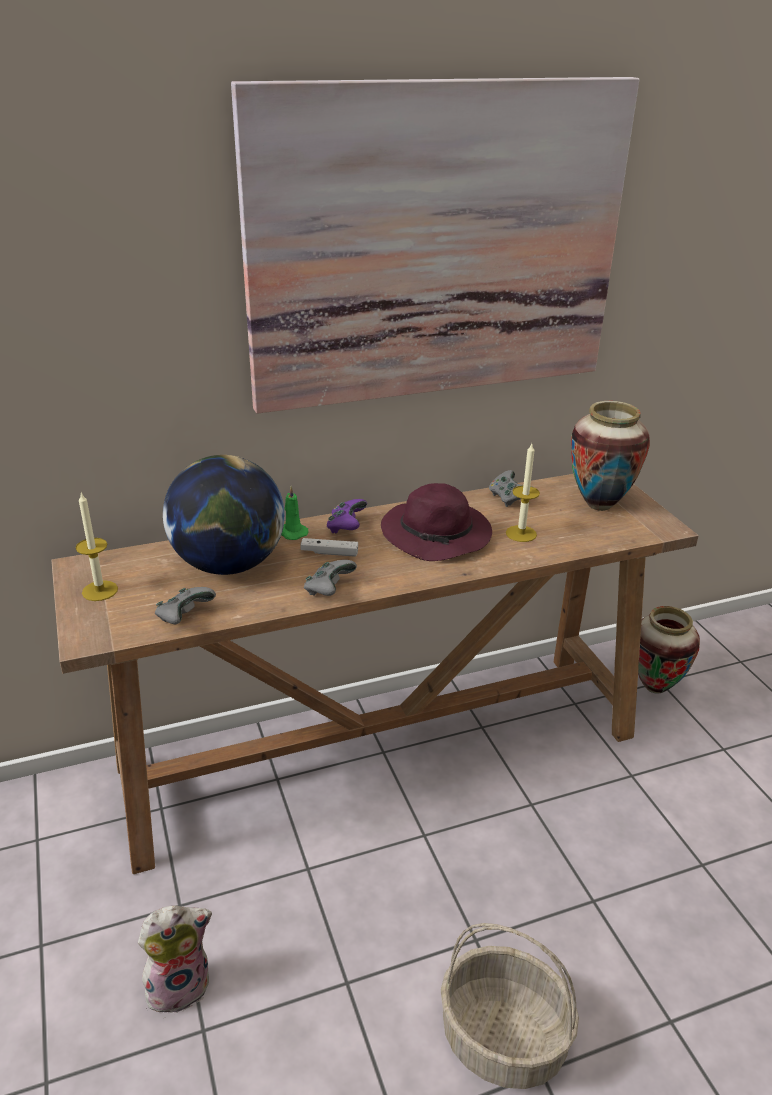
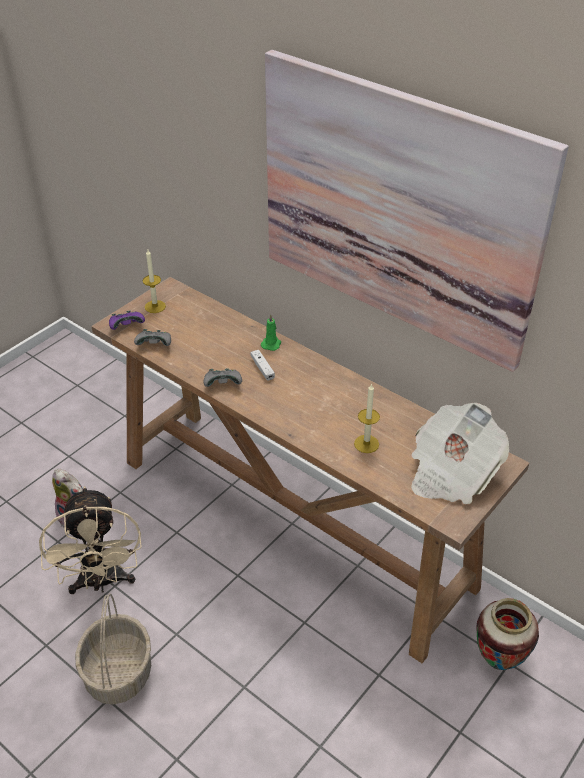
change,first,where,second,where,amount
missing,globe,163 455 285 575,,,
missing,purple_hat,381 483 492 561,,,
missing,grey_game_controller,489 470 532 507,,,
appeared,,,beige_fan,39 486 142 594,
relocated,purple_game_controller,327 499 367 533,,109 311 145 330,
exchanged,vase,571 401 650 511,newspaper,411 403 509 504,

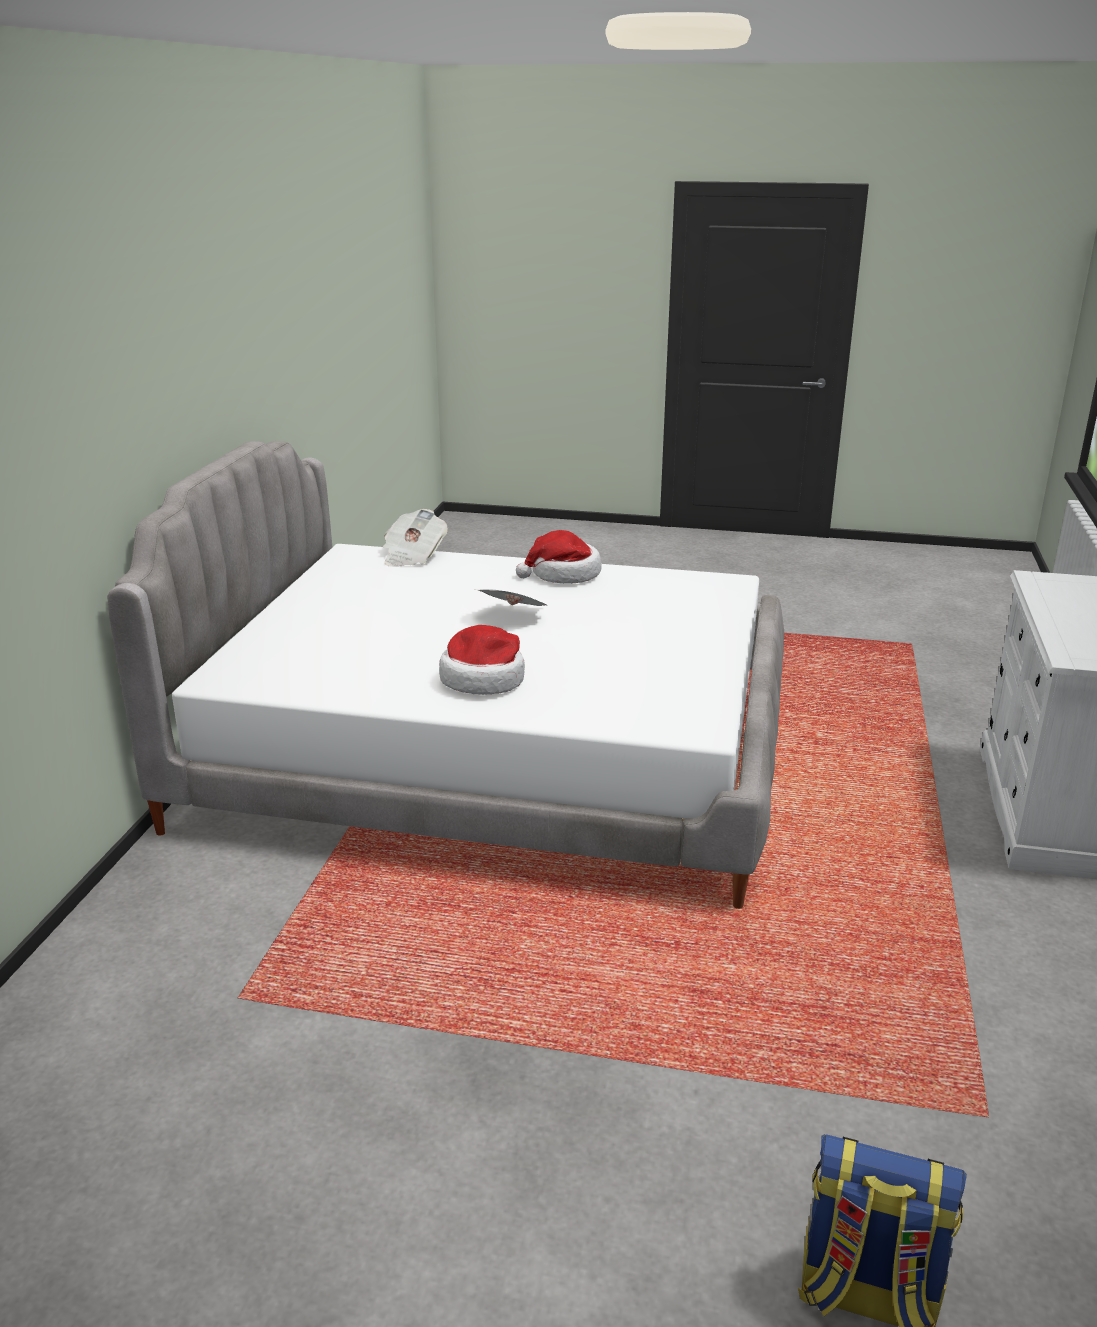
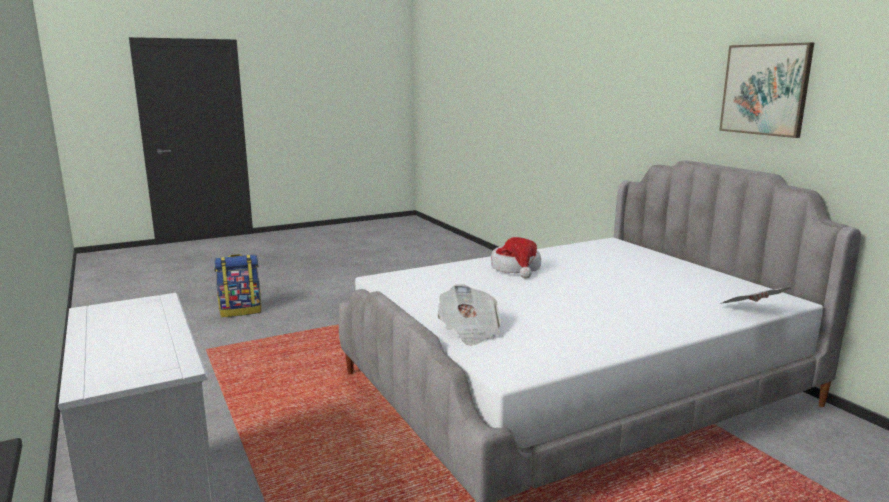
change,first,where,second,where,amount
missing,hat,516 530 602 584,,,
appeared,,,picture,719 42 814 138,
relocated,newspaper,474 589 547 606,,438 284 501 346,

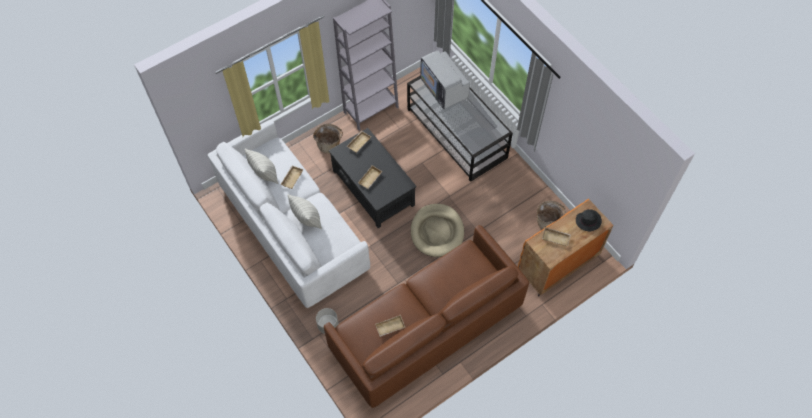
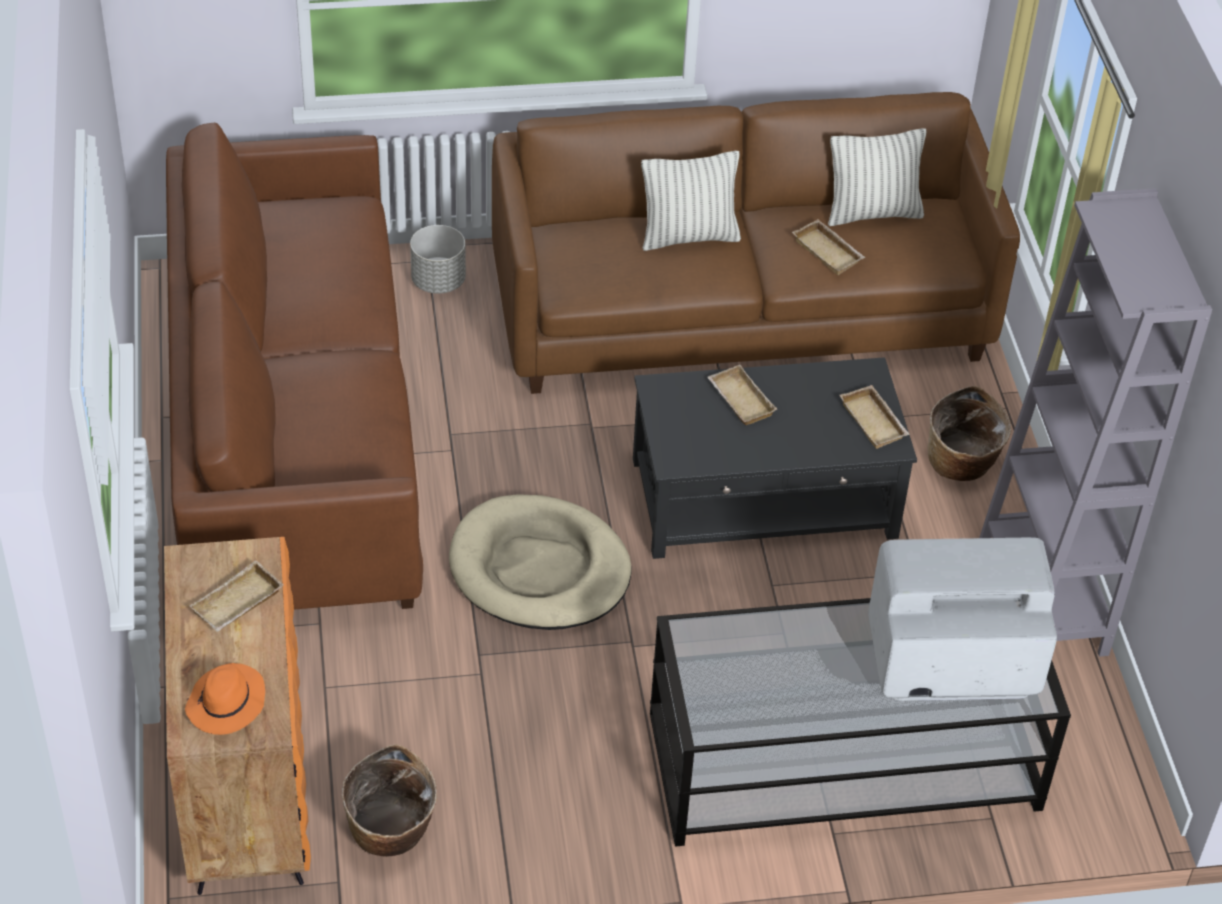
change,first,where,second,where,amount
missing,beige_tray,375 315 405 337,,,
colour,white_sofa,208 120 370 308,brown_sofa,492 92 1020 394,
colour,black_hat,576 209 602 231,orange_hat,185 663 265 735,

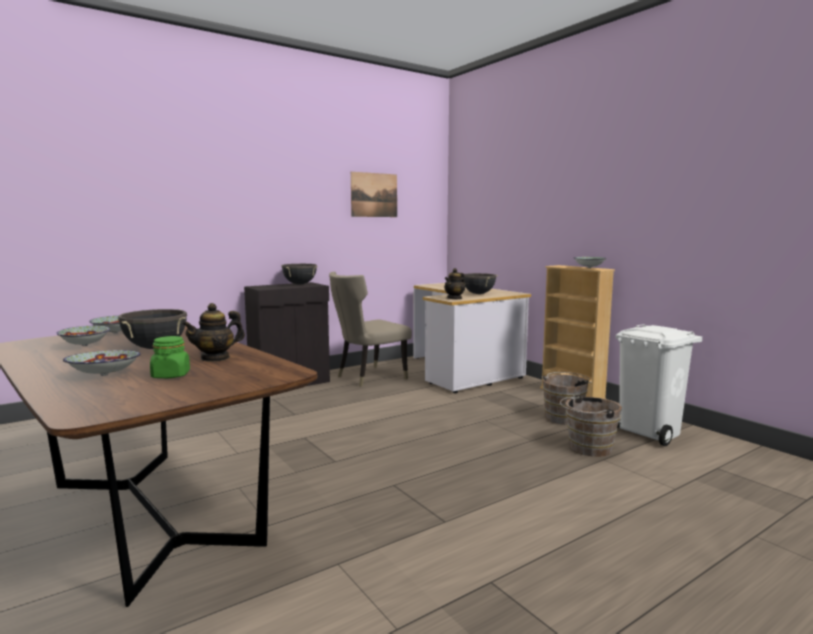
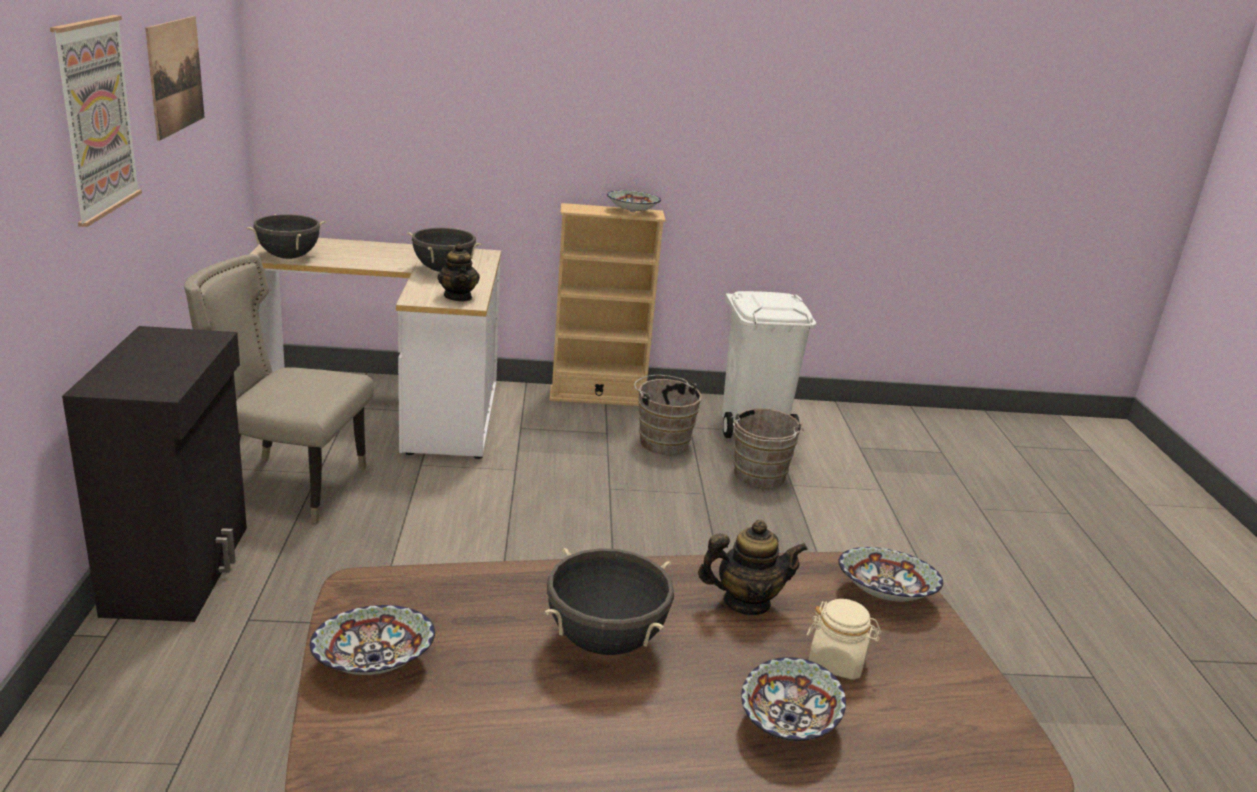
change,first,where,second,where,amount
appeared,,,picture,50 15 142 227,
relocated,bowl,57 326 110 346,,838 547 943 602,
relocated,black_cooking_pot,281 264 318 284,,246 214 326 259,
colour,green_jar,150 336 190 378,beige_jar,807 599 881 680,
spun,teapot,181 303 245 362,,698 520 808 615,90 degrees counterclockwise
spun,beige_chair,329 271 412 386,,184 254 374 525,105 degrees clockwise

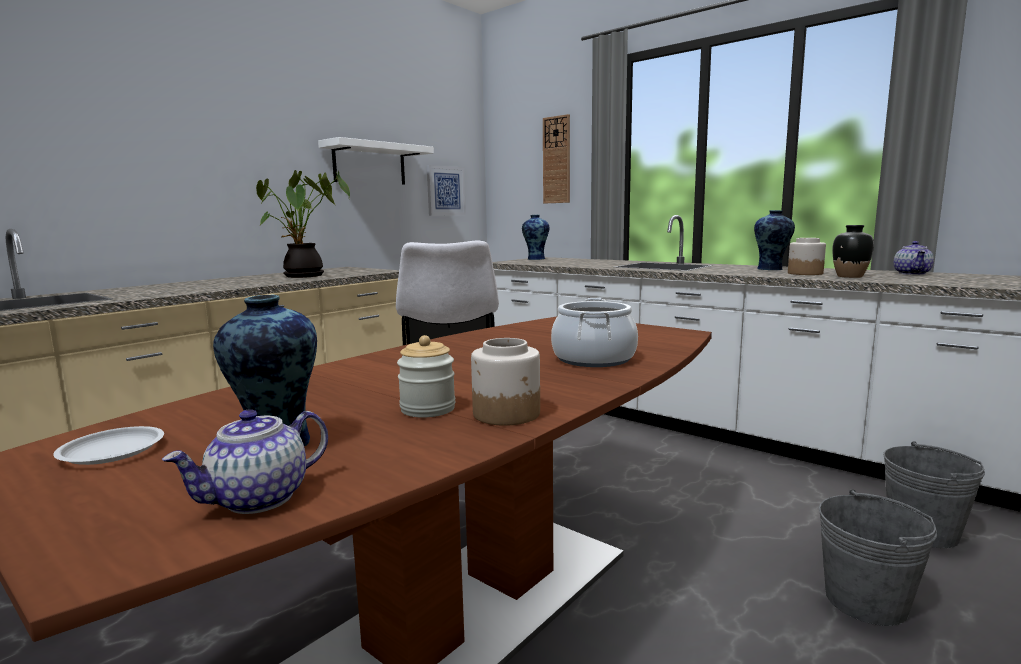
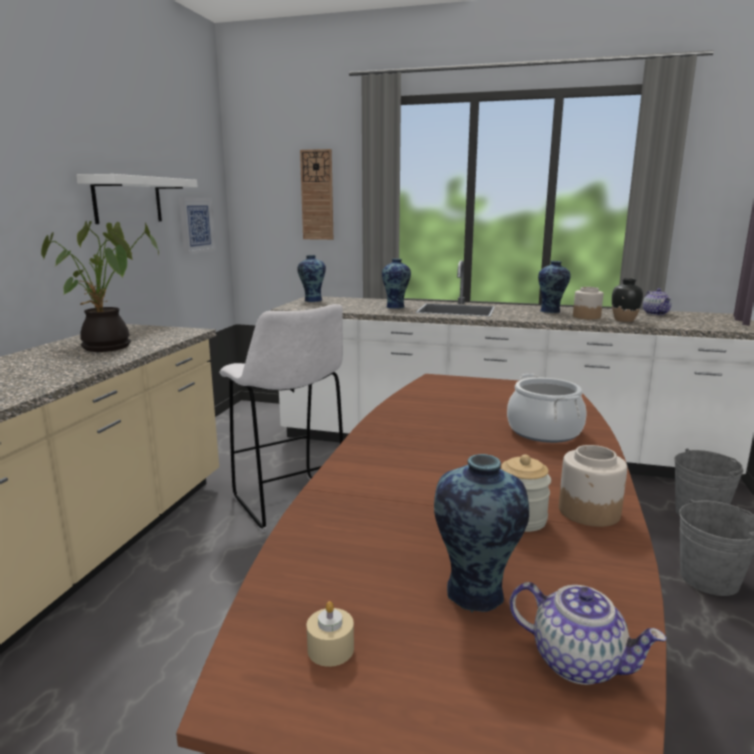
change,first,where,second,where,amount
appeared,,,vase,382 259 411 309,
exchanged,white_plate,53 426 164 465,beige_candle,307 601 354 667,
spun,teapot,162 409 328 514,,510 582 666 685,75 degrees counterclockwise

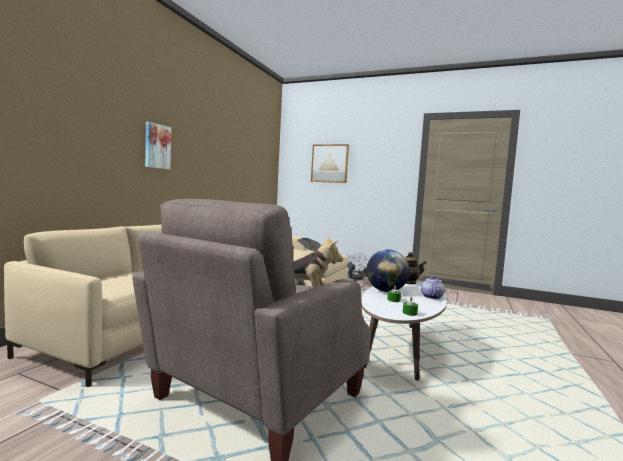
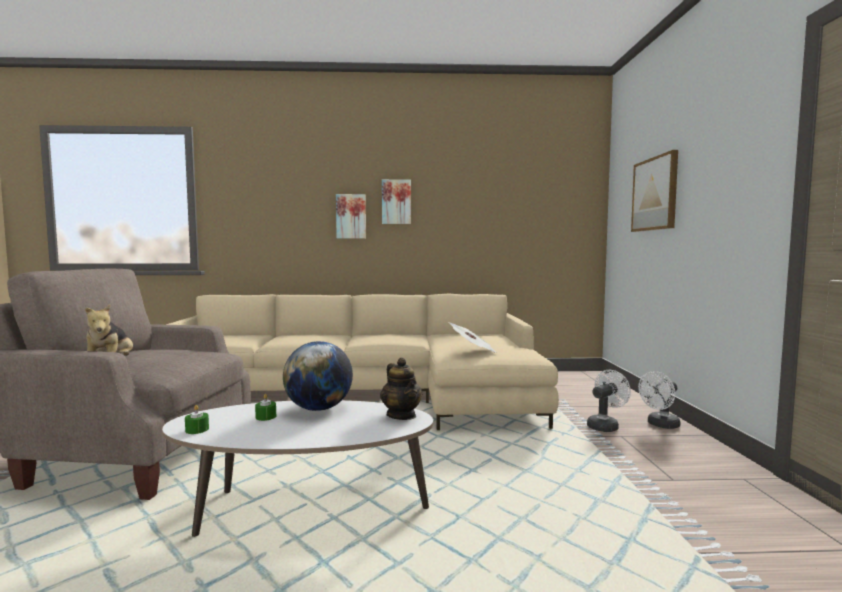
change,first,where,second,where,amount
missing,teapot,421 276 445 299,,,
appeared,,,picture,382 179 411 224,

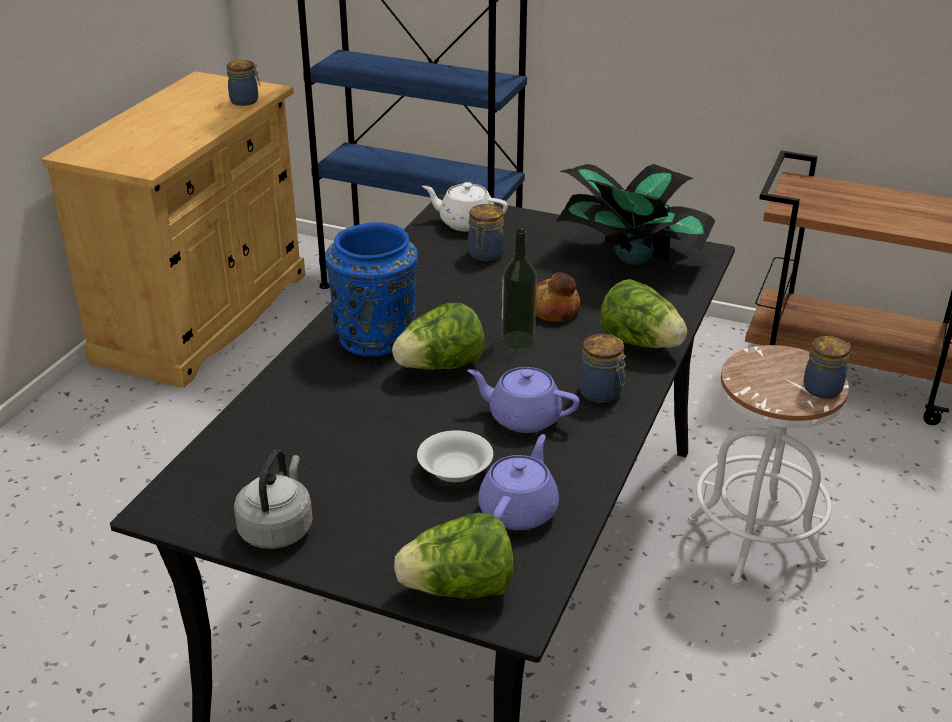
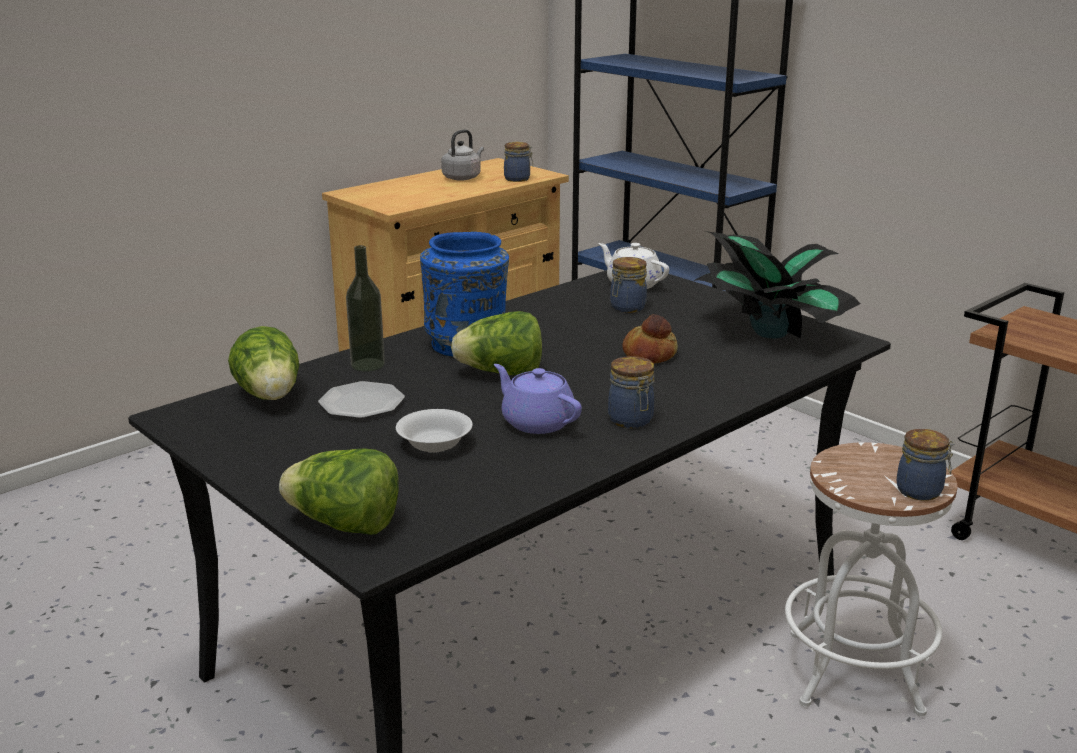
change,first,where,second,where,amount
missing,purple_teapot,478 434 559 530,,,
appeared,,,plate,318 381 405 419,
relocated,grey_kettle,234 449 313 549,,441 129 484 181,
relocated,bottle,502 229 537 348,,346 245 385 372,
relocated,lettuce,600 279 687 348,,228 326 299 400,

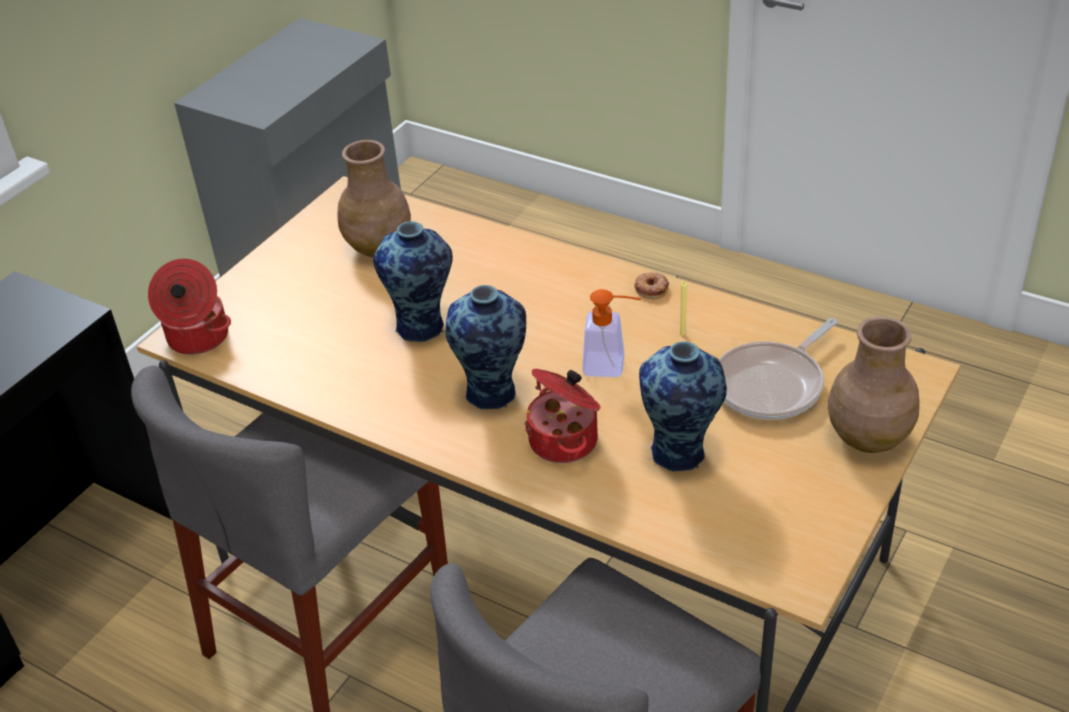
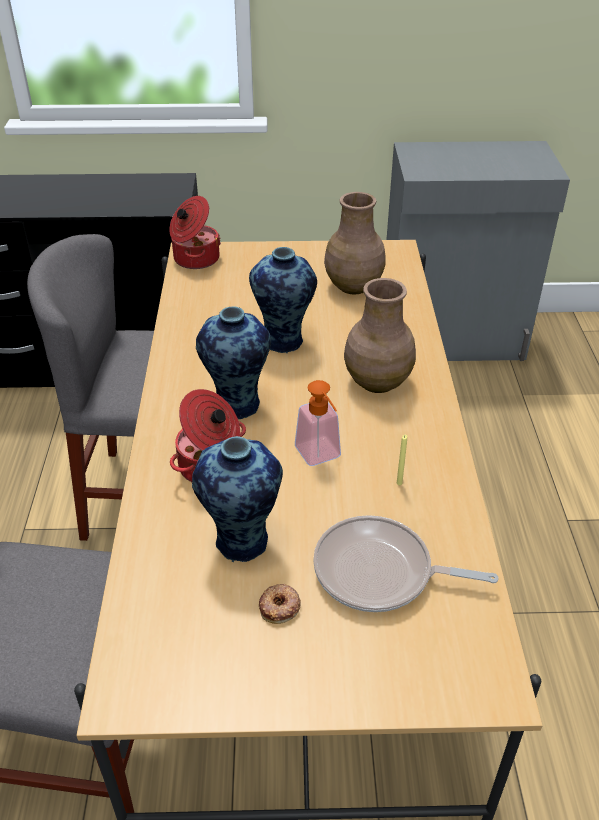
change,first,where,second,where,amount
relocated,donut,635 272 669 299,,259 584 301 624,
relocated,brown_vase,827 316 919 453,,344 278 416 393,

